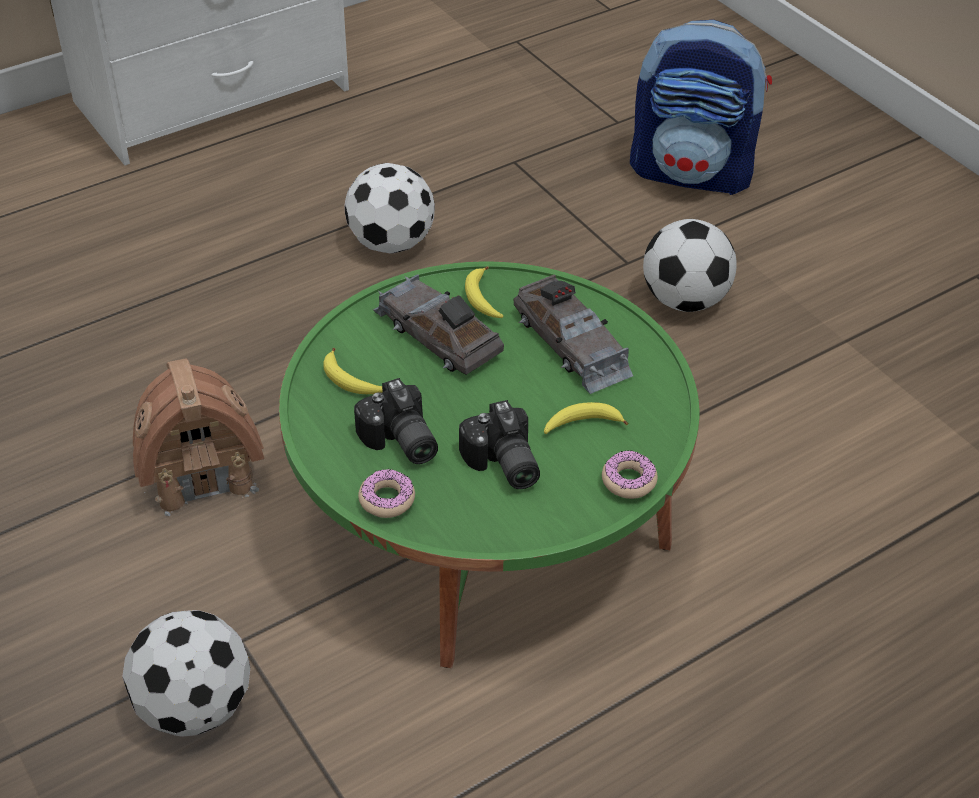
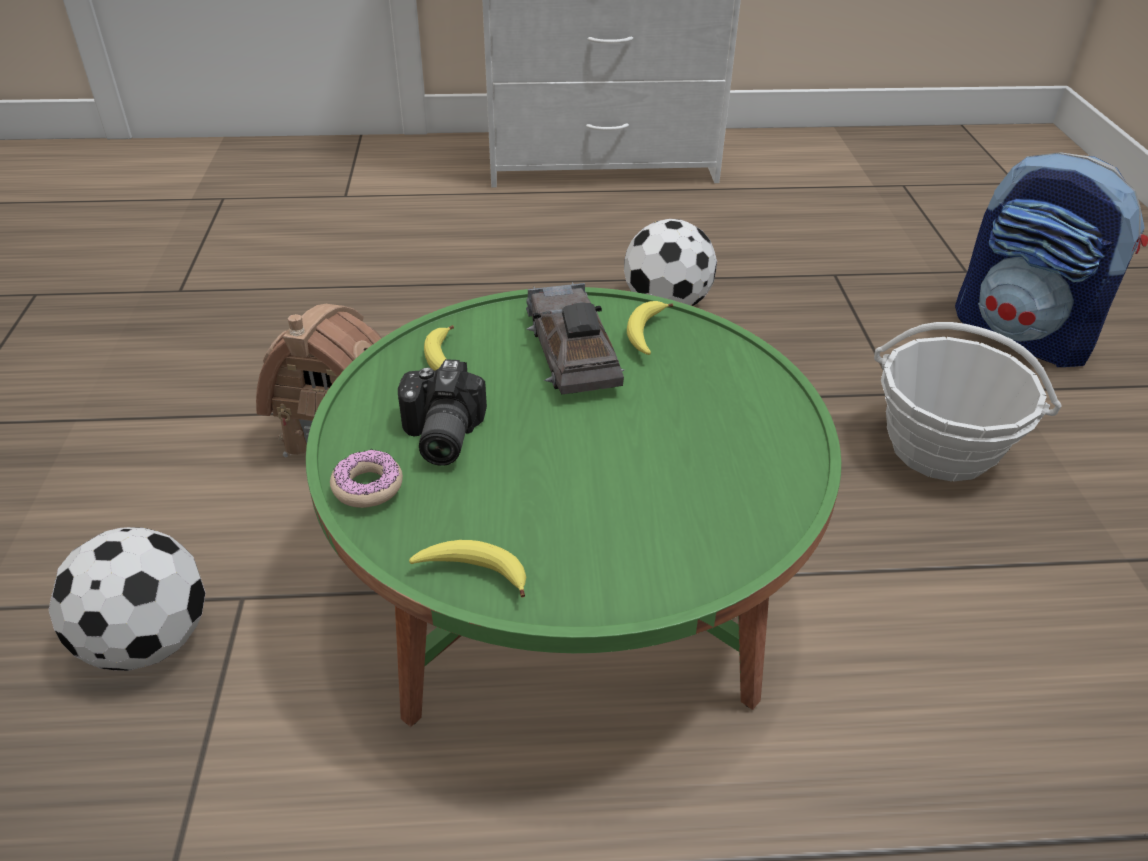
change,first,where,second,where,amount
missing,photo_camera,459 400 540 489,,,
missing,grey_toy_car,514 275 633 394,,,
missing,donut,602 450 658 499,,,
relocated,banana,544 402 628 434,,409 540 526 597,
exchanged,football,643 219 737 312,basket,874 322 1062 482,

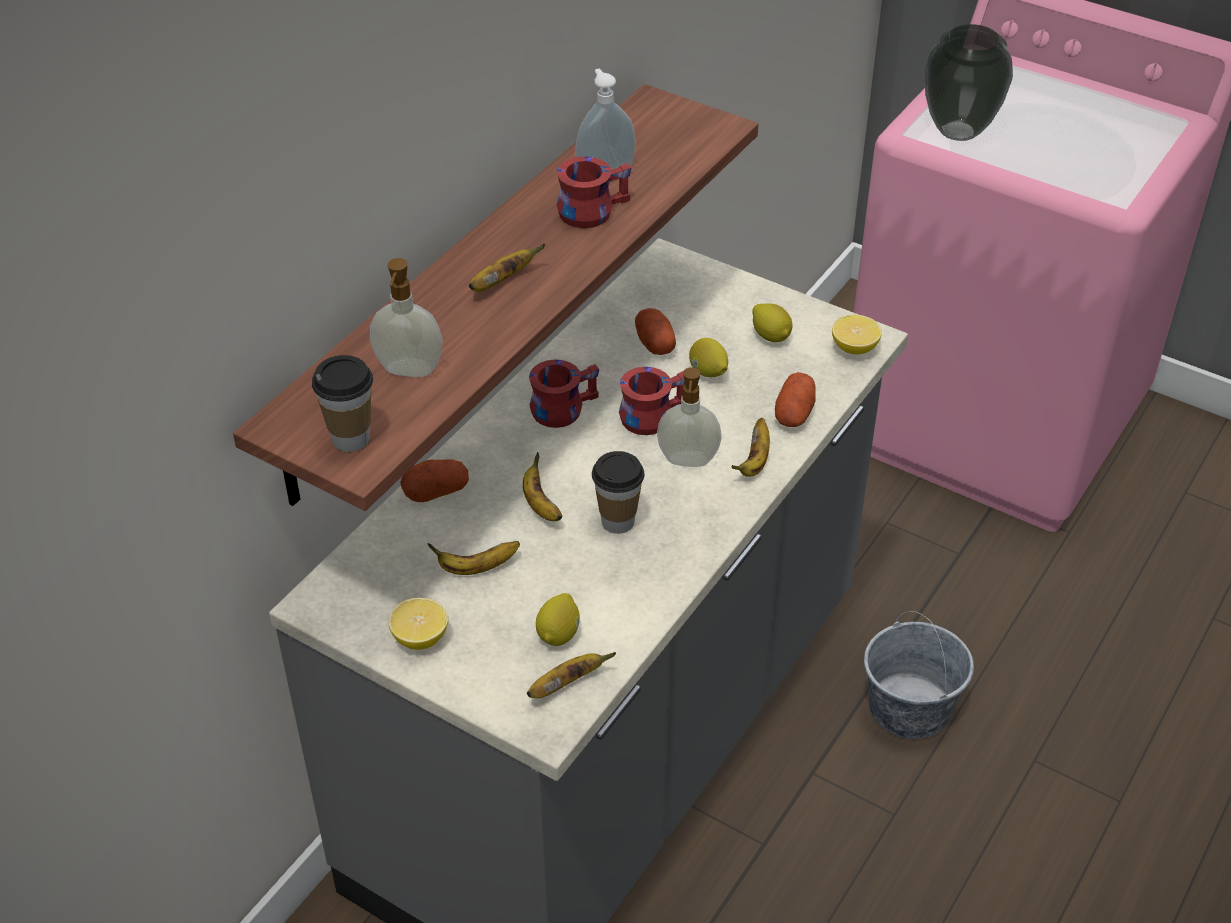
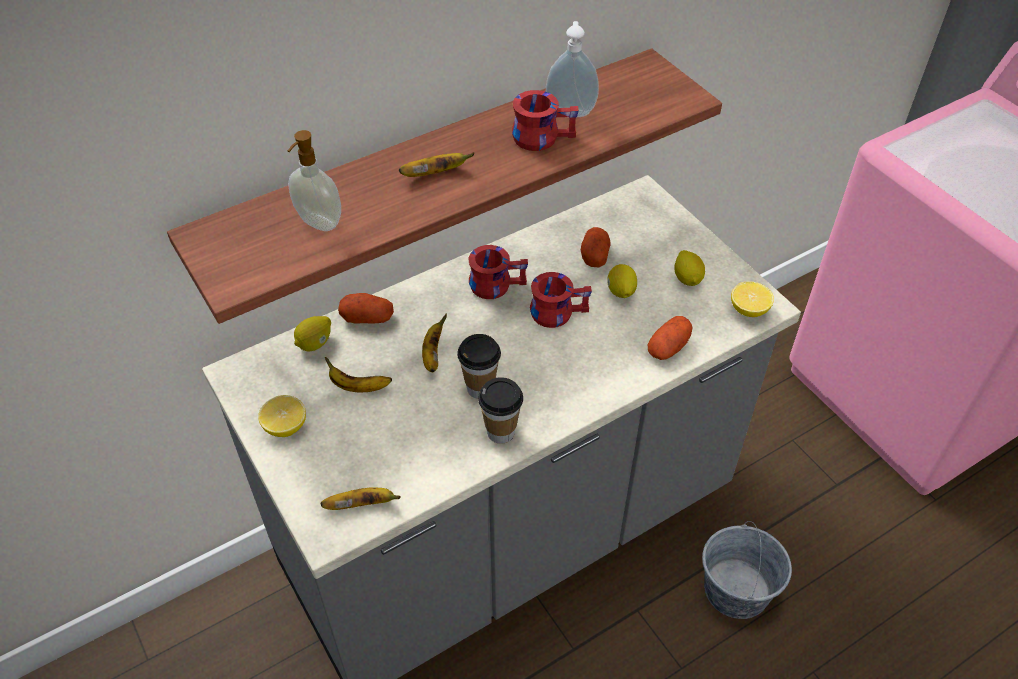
change,first,where,second,where,amount
missing,soap_dispenser,657 367 722 467,,,
missing,banana,731 418 770 477,,,
missing,vase,924 24 1013 141,,,
relocated,cup,312 355 373 452,,478 377 523 444,
relocated,lemon,536 593 580 646,,294 316 331 351,

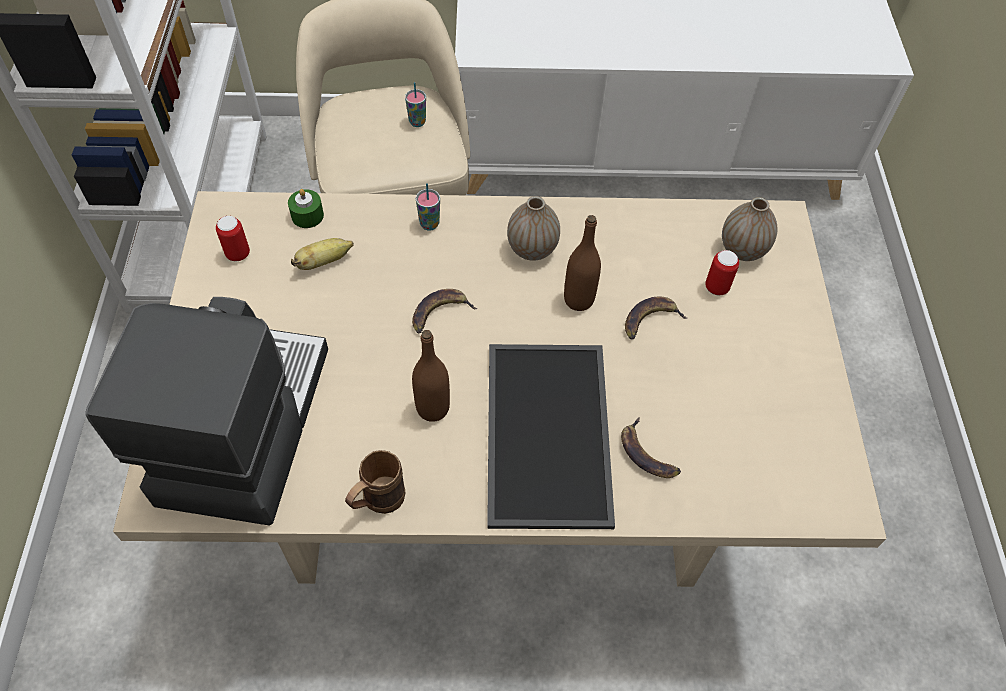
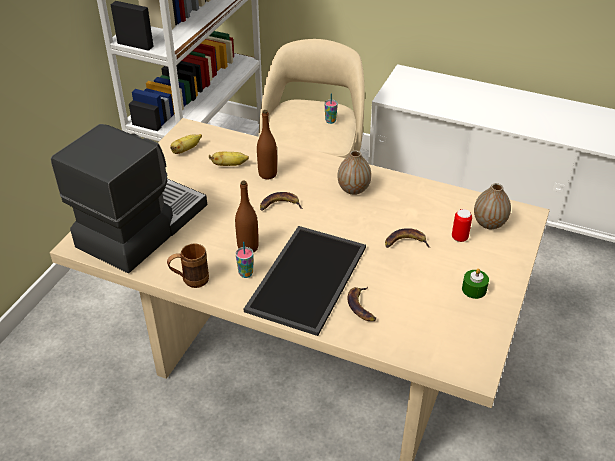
change,first,where,second,where,amount
relocated,green_candle,288 189 324 228,,462 268 489 299,
relocated,cup,416 183 440 231,,236 242 254 278,
relocated,brown_bottle,564 215 601 311,,257 110 277 179,
exchanged,can,216 216 250 261,banana,170 134 202 154,

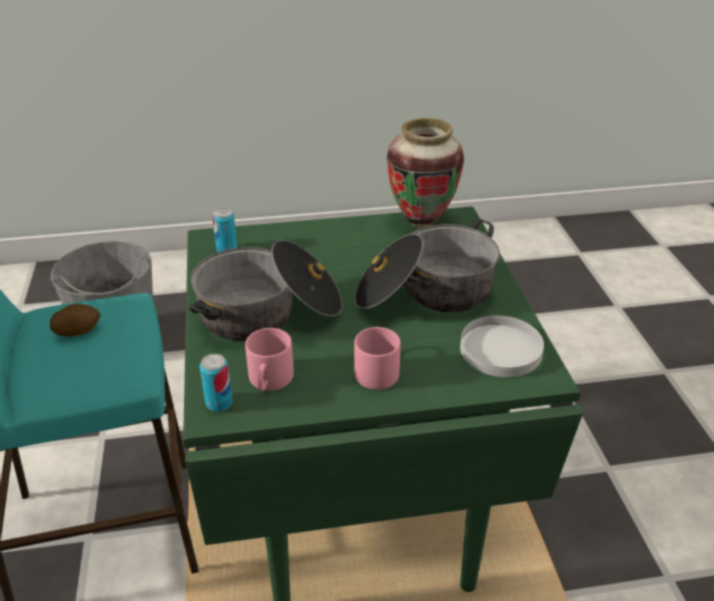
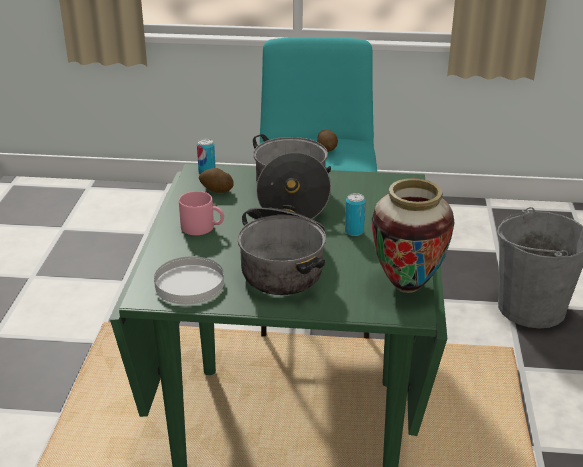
change,first,where,second,where,amount
relocated,can,212 208 237 252,,345 193 366 236,
exchanged,pink_mug,245 328 294 391,potato,199 168 234 193,

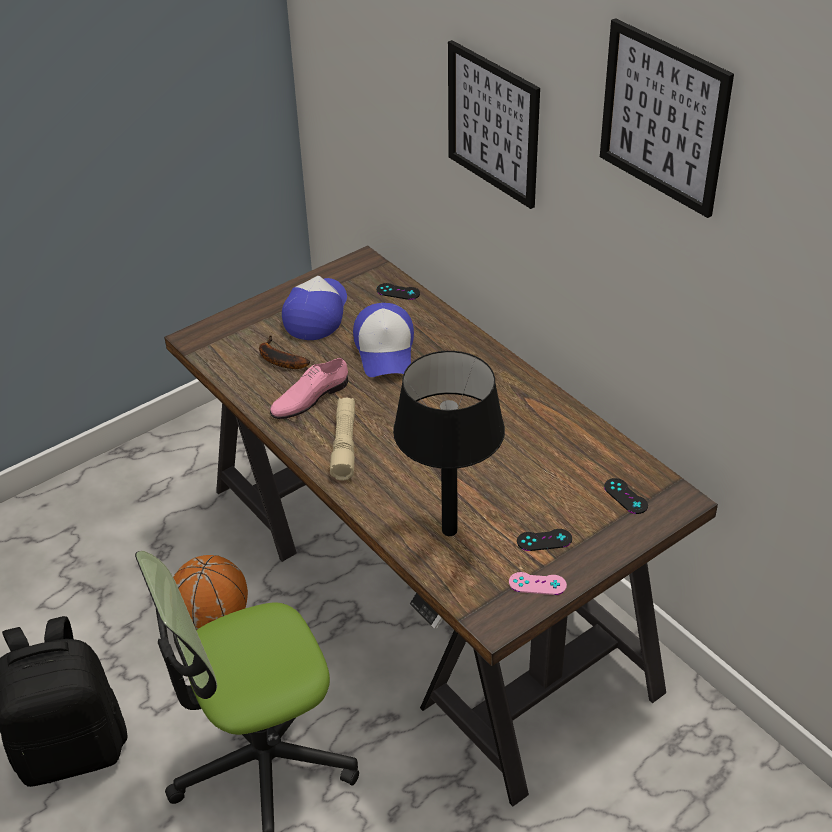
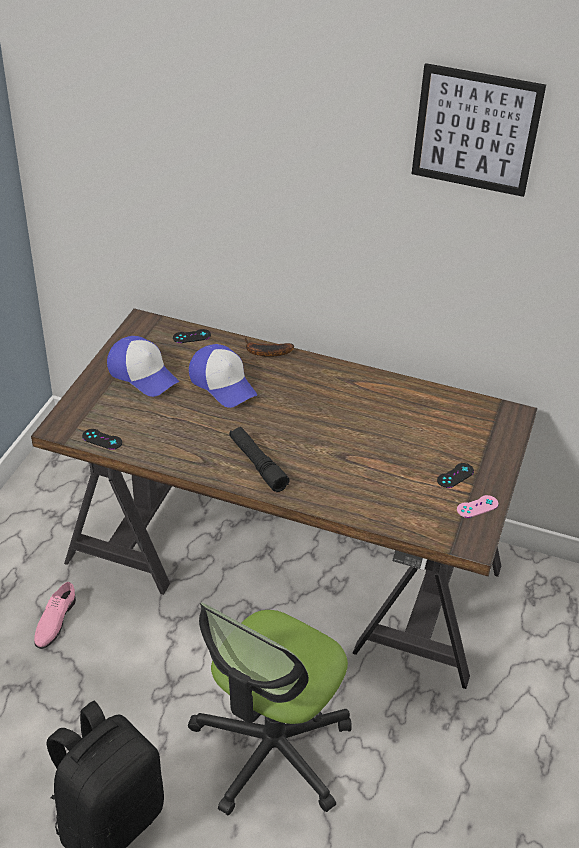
change,first,where,second,where,amount
missing,basketball,173 555 248 630,,,
missing,black_table_lamp,393 351 505 536,,,
missing,picture,448 40 540 209,,,
relocated,banana,259 335 310 369,,245 337 294 357,
relocated,pink_shoe,270 358 348 419,,34 582 76 649,
relocated,black_game_controller,604 478 648 514,,82 429 122 450,
colour,beige_flashlight,330 398 355 481,black_flashlight,229 426 290 492,
spun,cap,282 276 347 340,,107 336 179 397,150 degrees clockwise

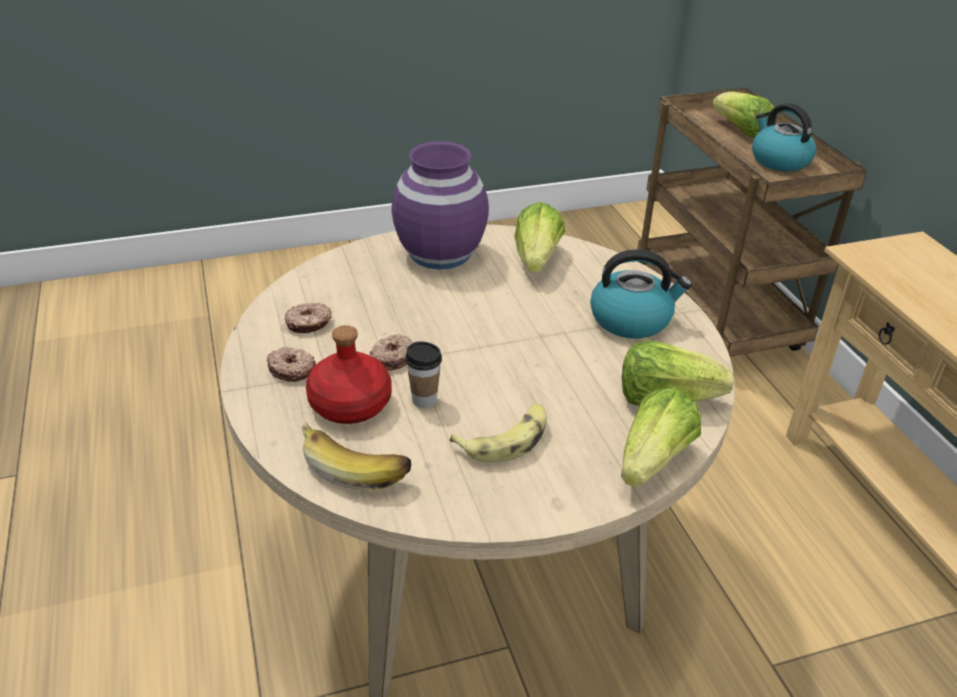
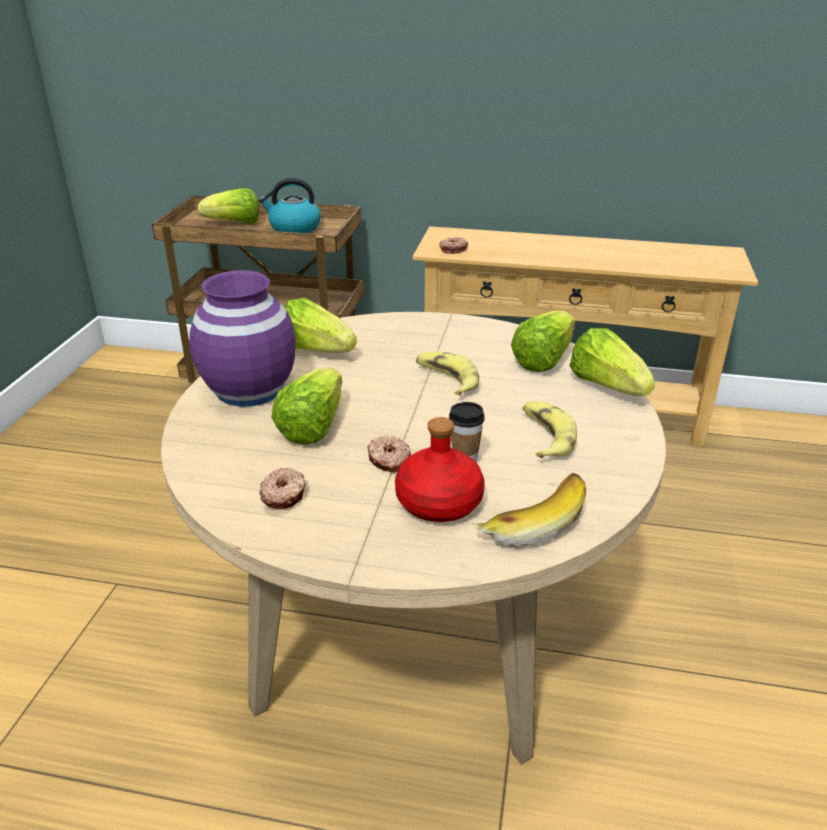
change,first,where,second,where,amount
missing,kettle,590 249 692 339,,,
appeared,,,lettuce,272 367 342 444,
appeared,,,banana,416 351 479 395,
relocated,donut,267 347 316 382,,439 237 468 254,

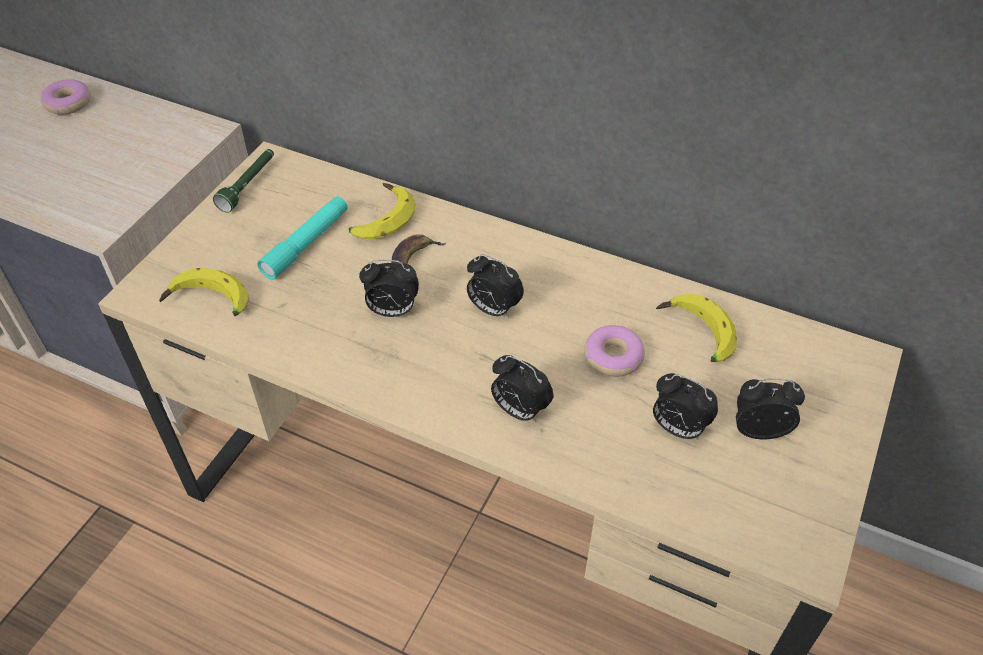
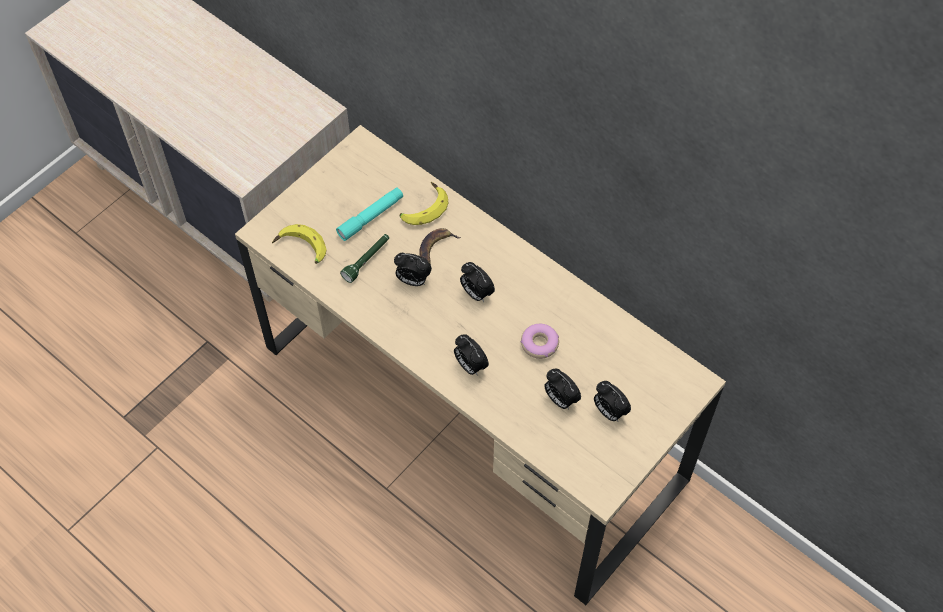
change,first,where,second,where,amount
missing,donut,41 79 91 115,,,
missing,banana,656 294 737 362,,,
relocated,green_flashlight,213 149 274 213,,340 234 389 283,
spun,alarm_clock,736 378 805 439,,594 381 631 421,150 degrees counterclockwise

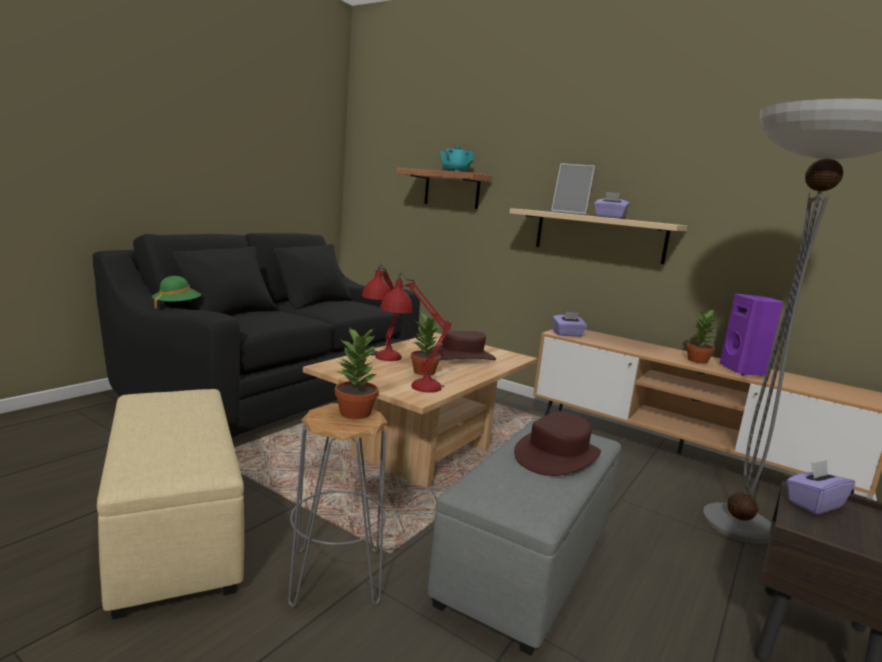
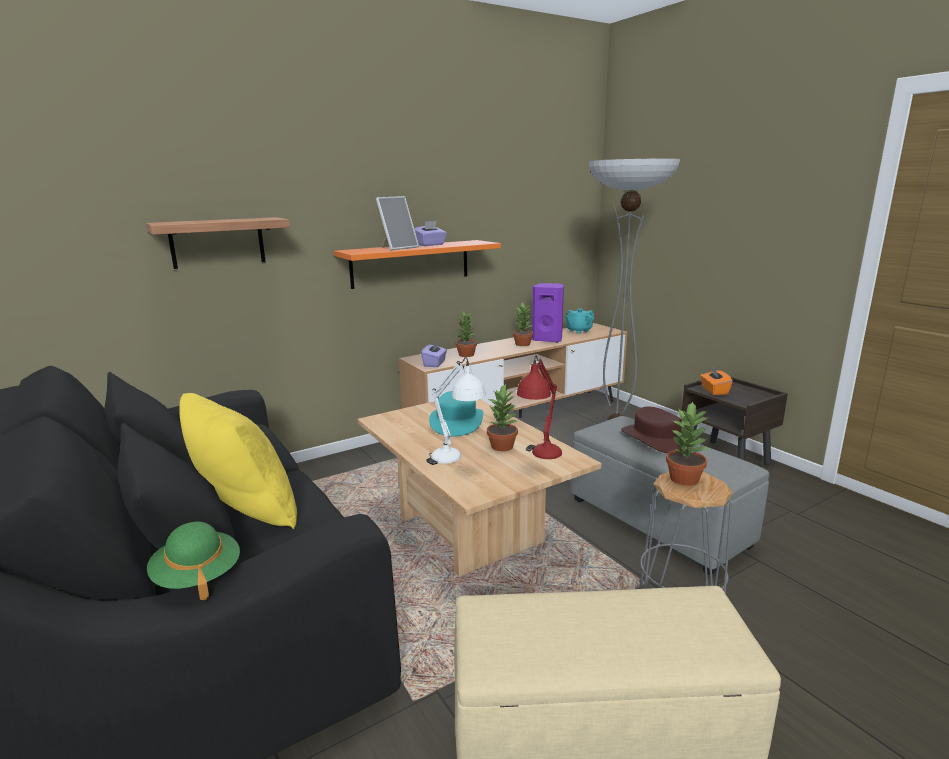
change,first,where,second,where,amount
appeared,,,yellow_pillow,180 393 297 529,
appeared,,,potted_plant,455 311 477 357,
relocated,turquoise_teapot,440 146 474 172,,565 308 594 334,
colour,red_table_lamp,362 263 401 361,white_table_lamp,426 357 486 465,
colour,brown_hat,434 330 496 360,turquoise_hat,429 391 483 436,
colour,beige_shelf,509 208 688 264,orange_shelf,334 240 501 289,
colour,purple_tissue_box,786 460 855 514,orange_tissue_box,700 367 733 395,

